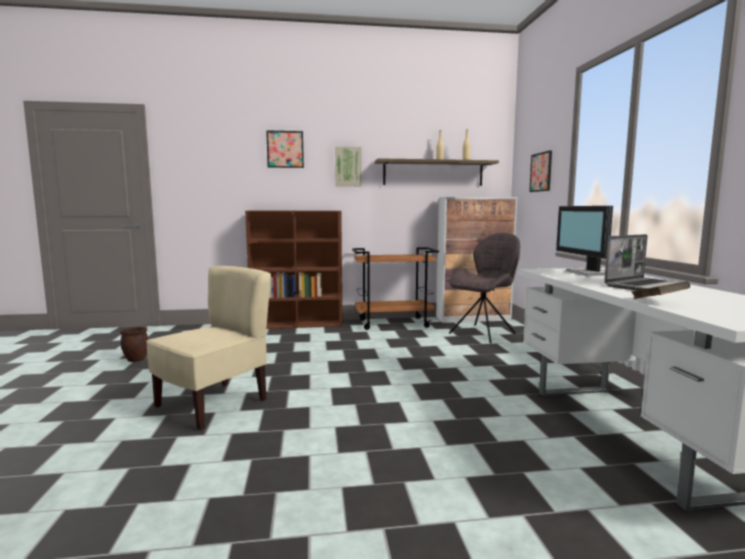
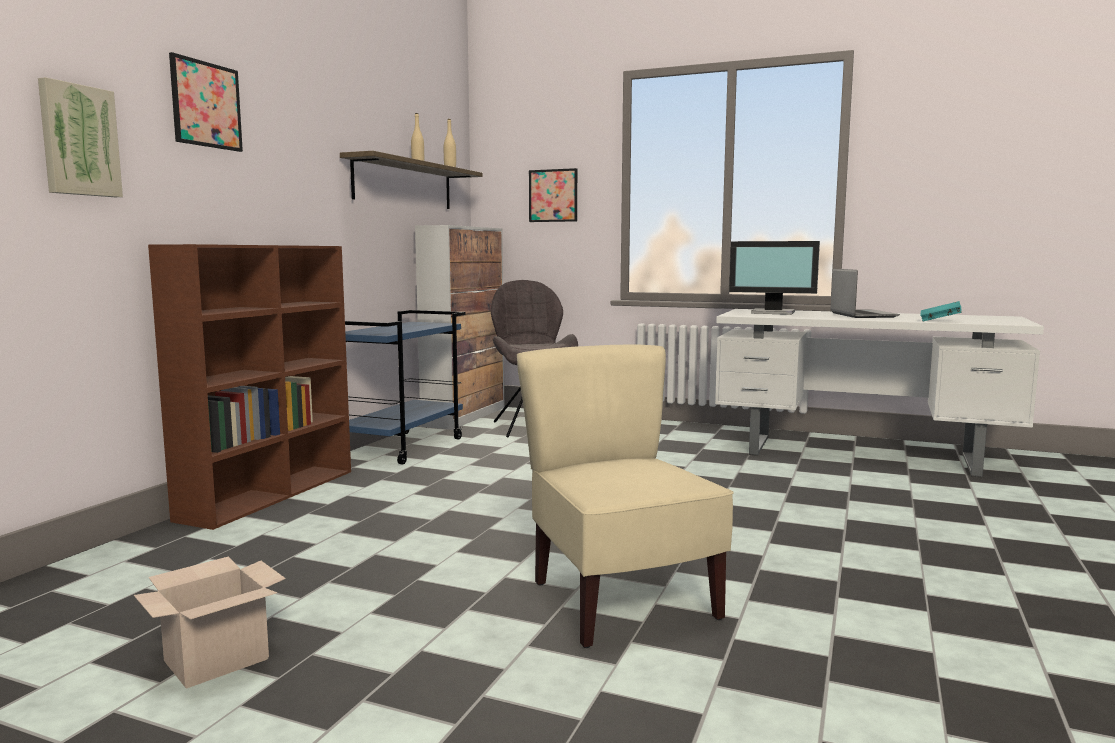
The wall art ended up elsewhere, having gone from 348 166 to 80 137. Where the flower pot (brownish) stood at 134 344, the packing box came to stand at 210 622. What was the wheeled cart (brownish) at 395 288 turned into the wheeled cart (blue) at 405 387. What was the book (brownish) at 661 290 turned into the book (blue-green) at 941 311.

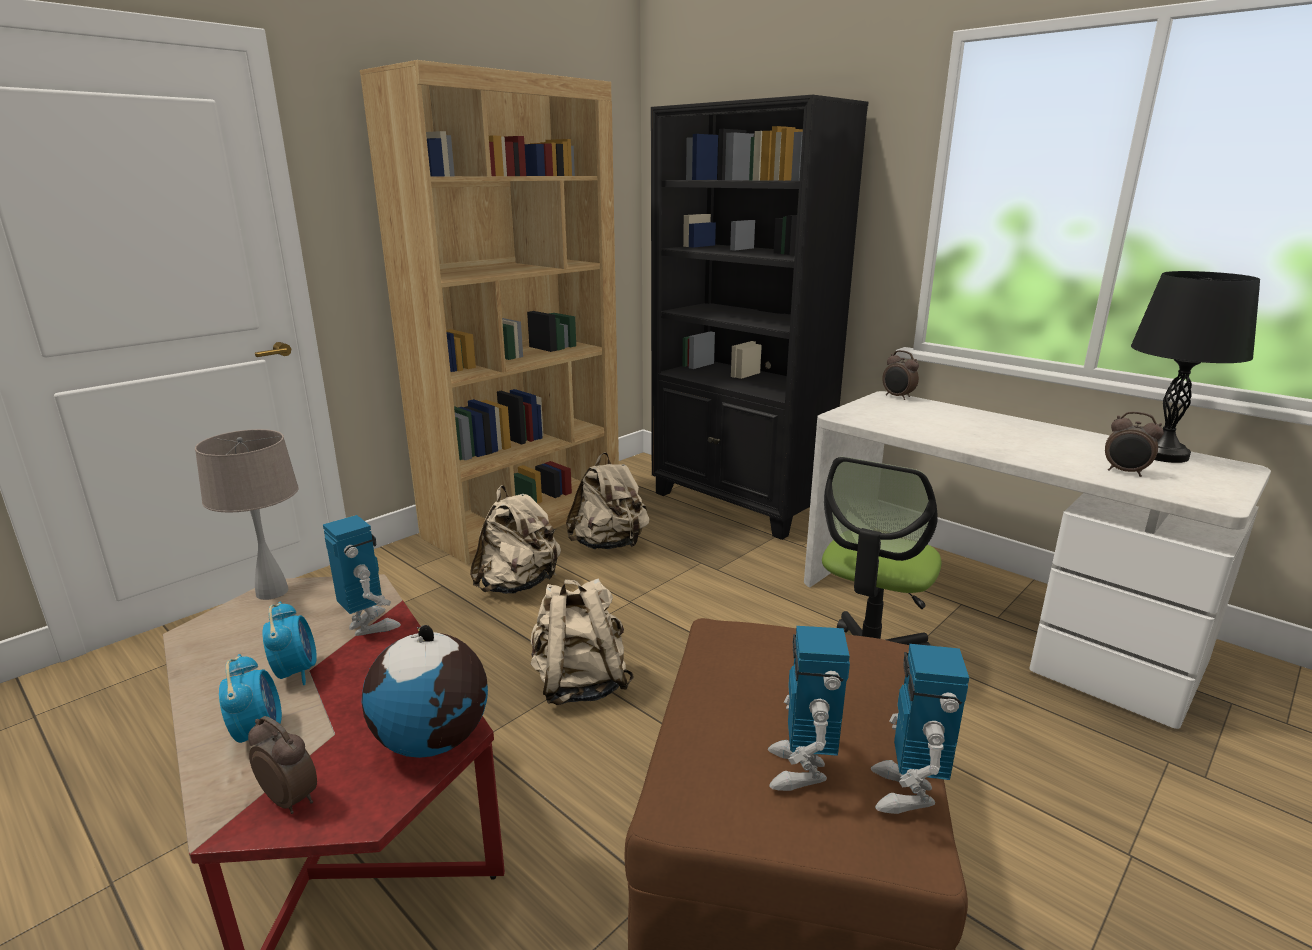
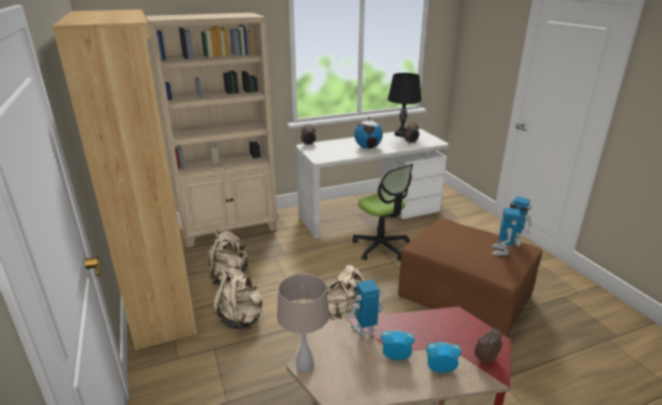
What was the bookshelf (blackish) at 759 317 turned into the bookshelf (beige) at 212 130. The desk globe ended up elsewhere, having gone from 425 691 to 368 132. The model robot at 809 708 ended up facing another way, 75 degrees clockwise from before.

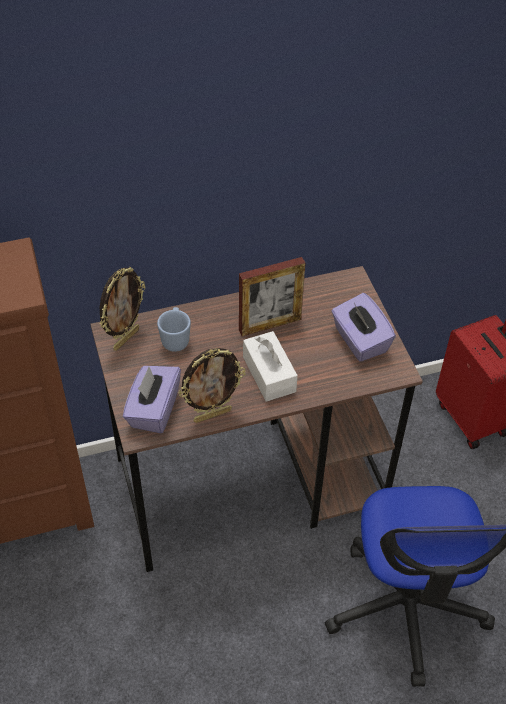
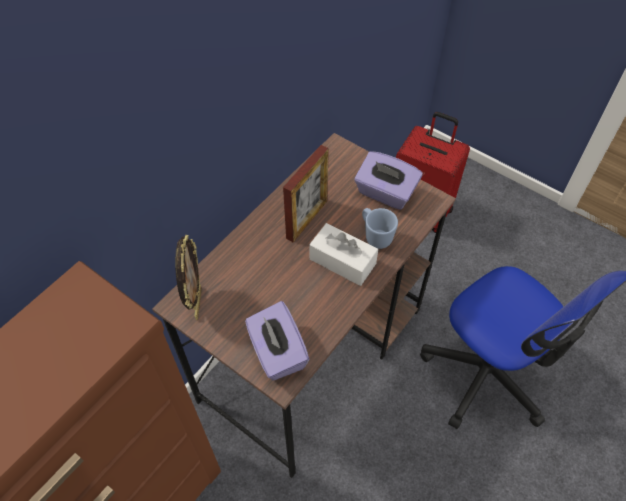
The coffee mug (blue) ended up elsewhere, having gone from 174 329 to 380 228. The second view lost the photo frame at 212 385.

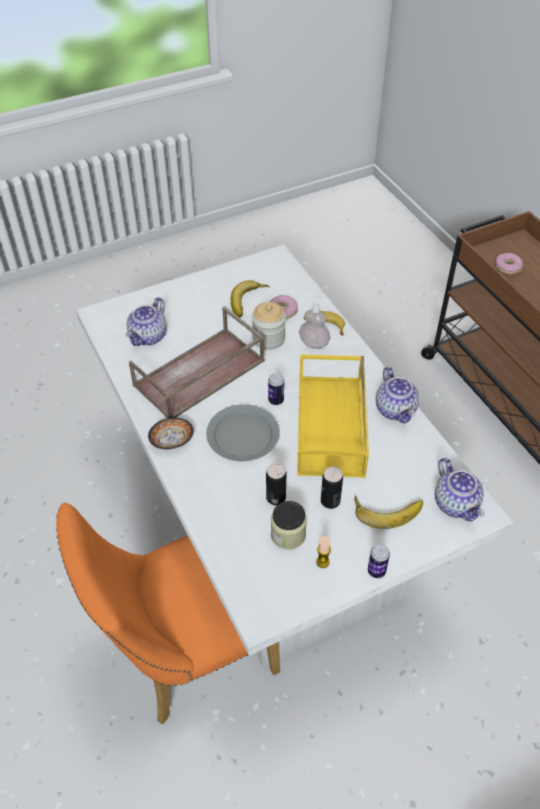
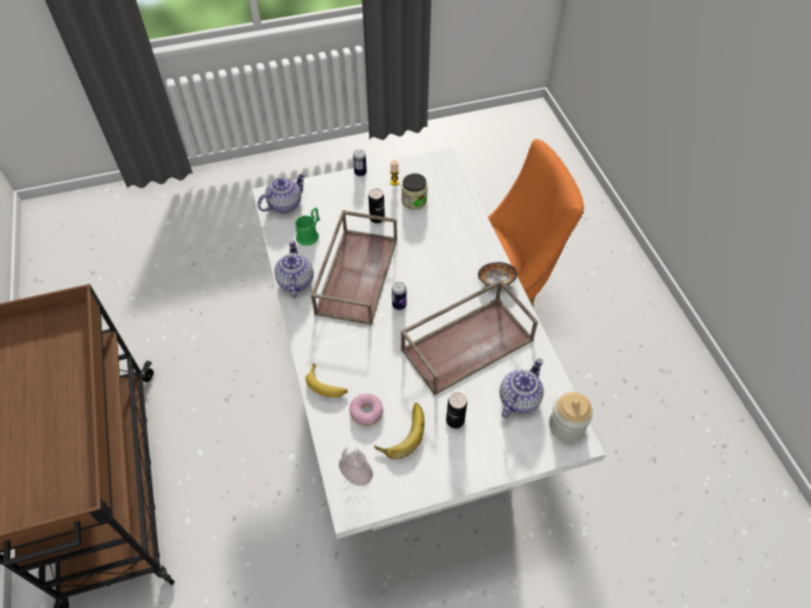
The teapot at 460 490 ended up facing another way, 60 degrees clockwise from before. The second view gained the coffee mug (green) at 307 227. What was the serving tray (yellowish) at 333 416 turned into the serving tray (brownish) at 354 268. The soap bottle ended up elsewhere, having gone from 314 323 to 356 464. The sealed can ended up elsewhere, having gone from 276 484 to 456 410. The jar ended up elsewhere, having gone from 269 326 to 571 417. The second view lost the flat dish (grey) at 243 432. The second view lost the banana fruit at 388 512. The second view lost the ring doughnut at 509 263.

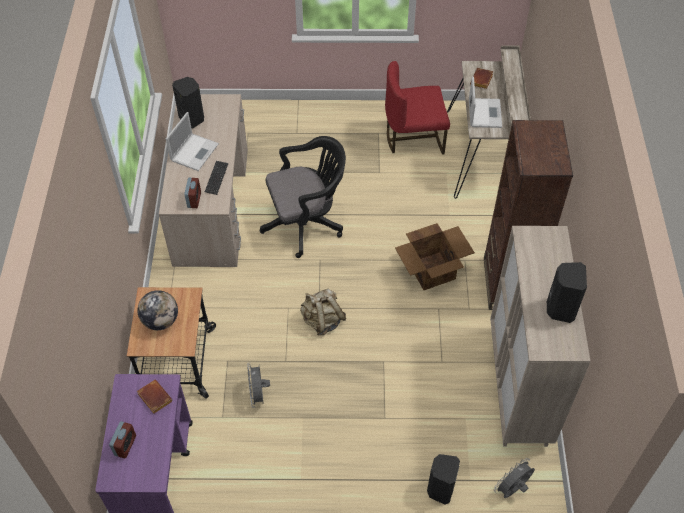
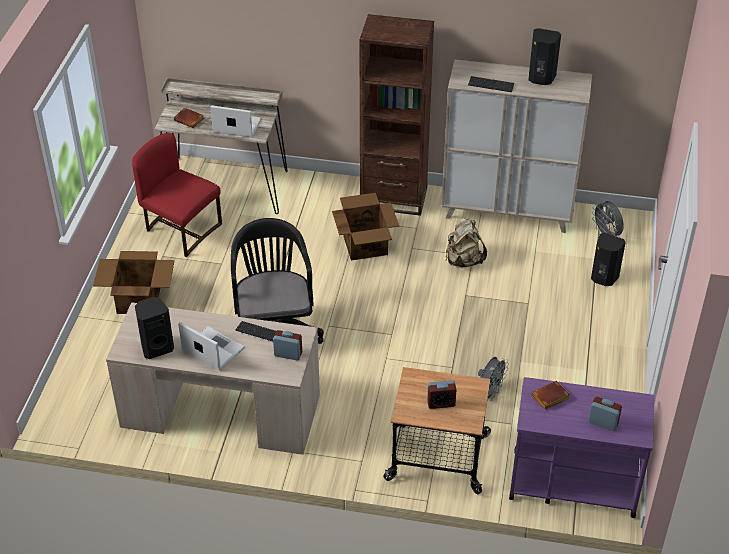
The second view gained the packing box at 134 282. The chair (red-coloured) at 417 108 ended up facing another way, 120 degrees clockwise from before. Where the desk globe stood at 157 310, the alarm clock came to stand at 441 394. The backpack (beige) ended up elsewhere, having gone from 323 312 to 466 242. The second view gained the computer keyboard at 491 84. The electric fan (grey) at 258 386 ended up facing another way, 60 degrees counterclockwise from before.

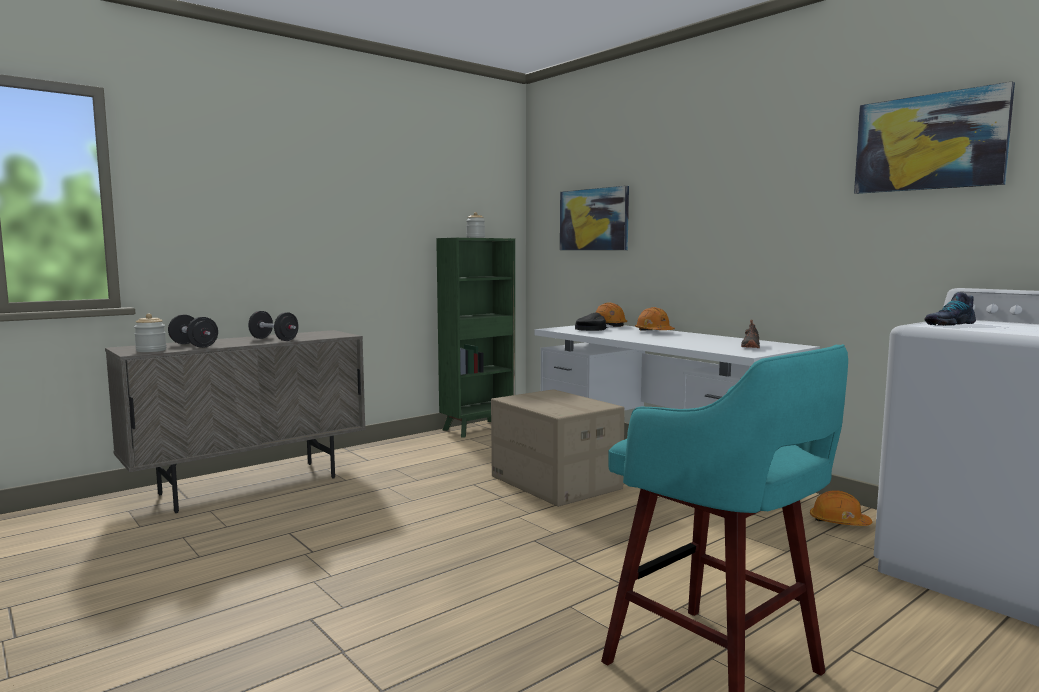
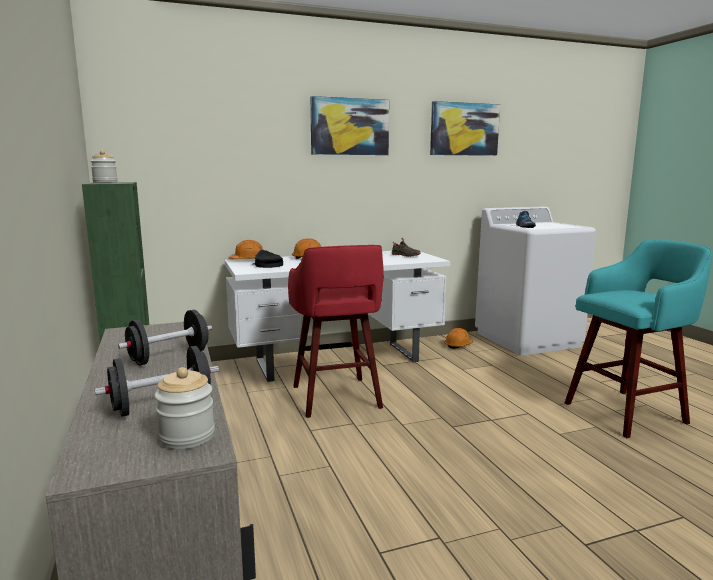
Where the packing box stood at 558 448, the stool (red-coloured) came to stand at 336 331. The wall art ended up elsewhere, having gone from 594 218 to 349 125.

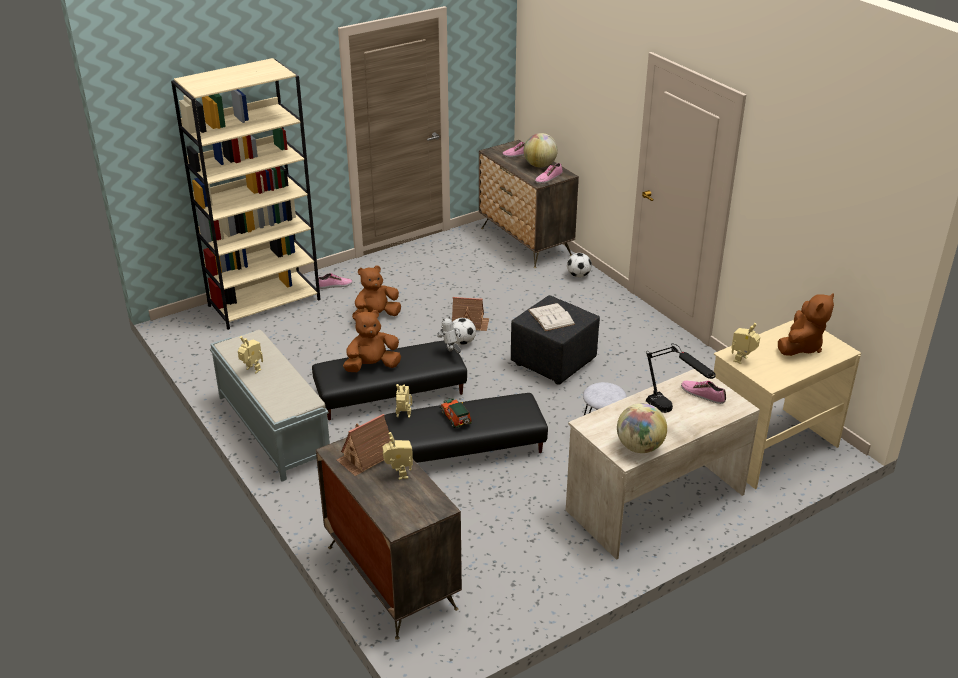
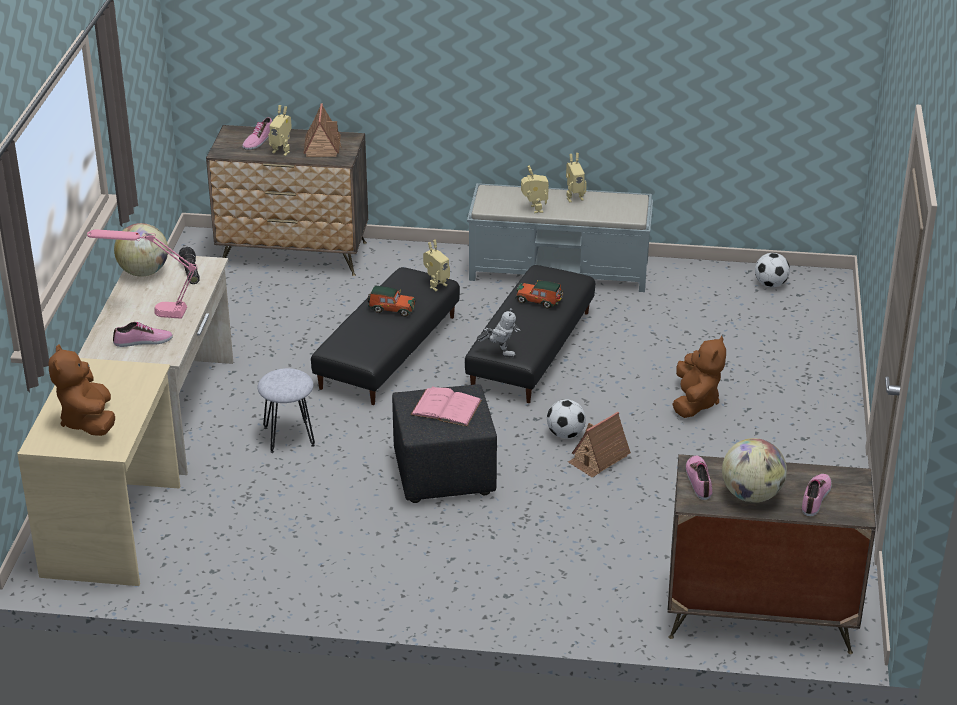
What was the lamp for a table (blackish) at 681 378 turned into the lamp for a table (pink-coloured) at 142 274. The second view gained the torch at 189 265. The item of footwear ended up elsewhere, having gone from 335 281 to 257 133. What was the book (whitish) at 551 317 turned into the book (pink-coloured) at 446 406. Where the cuddly toy (brownish) stood at 372 341, the miniature car came to stand at 539 294. The model robot ended up elsewhere, having gone from 746 343 to 535 189. The ball for football ended up elsewhere, having gone from 579 265 to 772 270. The second view lost the bookshelf (beige) at 246 194.

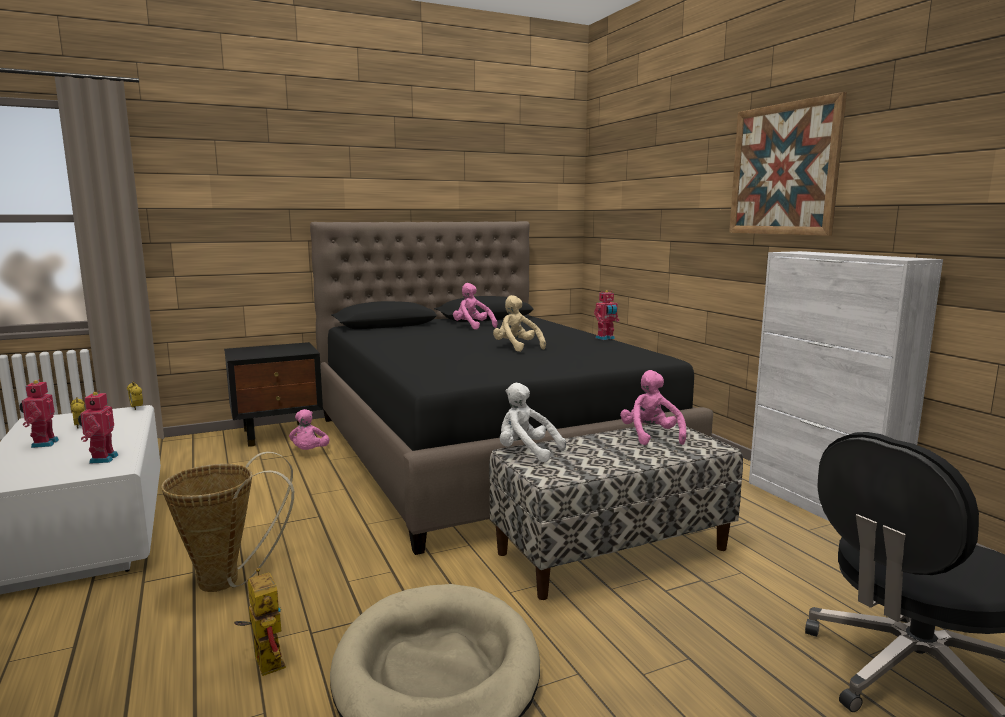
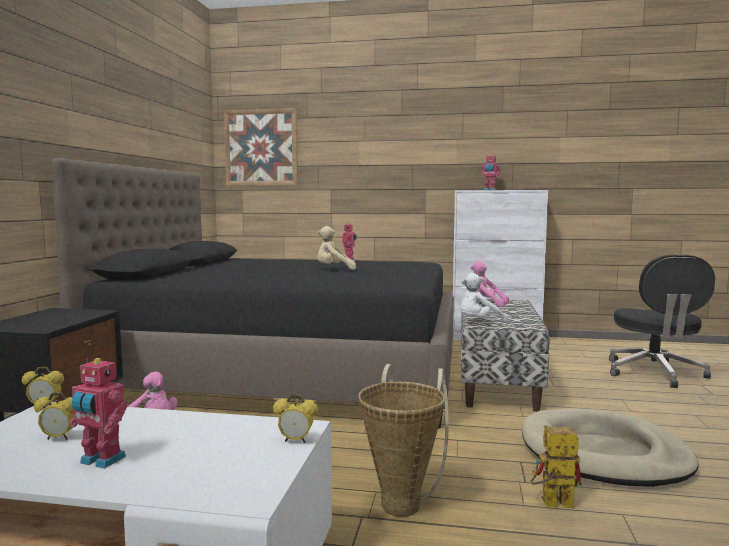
The wall art ended up elsewhere, having gone from 788 164 to 261 147. The second view gained the alarm clock at 295 418. The model robot ended up elsewhere, having gone from 98 427 to 490 172. The second view lost the cuddly toy (pink-coloured) at 475 306.

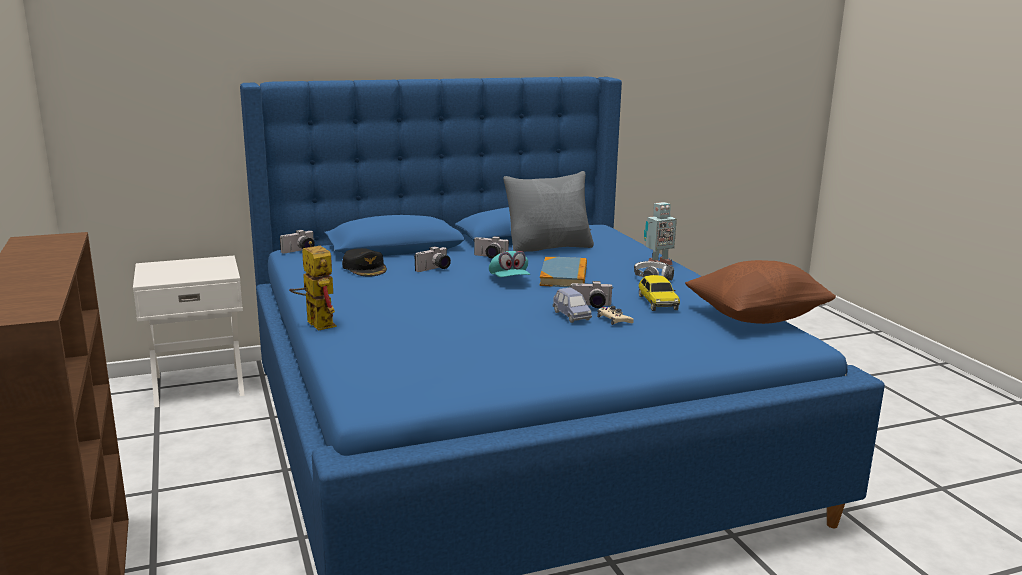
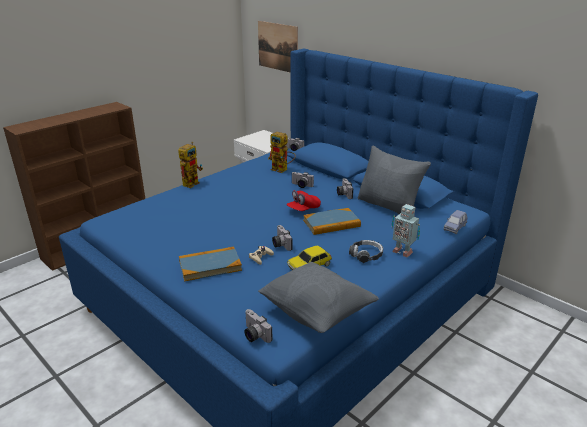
The second view gained the book at 210 264. The second view gained the photo camera at 258 326. The second view gained the wall art at 278 46. What was the pillow (brownish) at 760 292 turned into the pillow (grey) at 318 297. Where the baseball cap (blackish) stood at 364 262, the model robot came to stand at 282 152. What was the baseball cap (blue-green) at 509 264 turned into the baseball cap (red-coloured) at 303 200. The miniature car (blue) ended up elsewhere, having gone from 572 305 to 455 222.

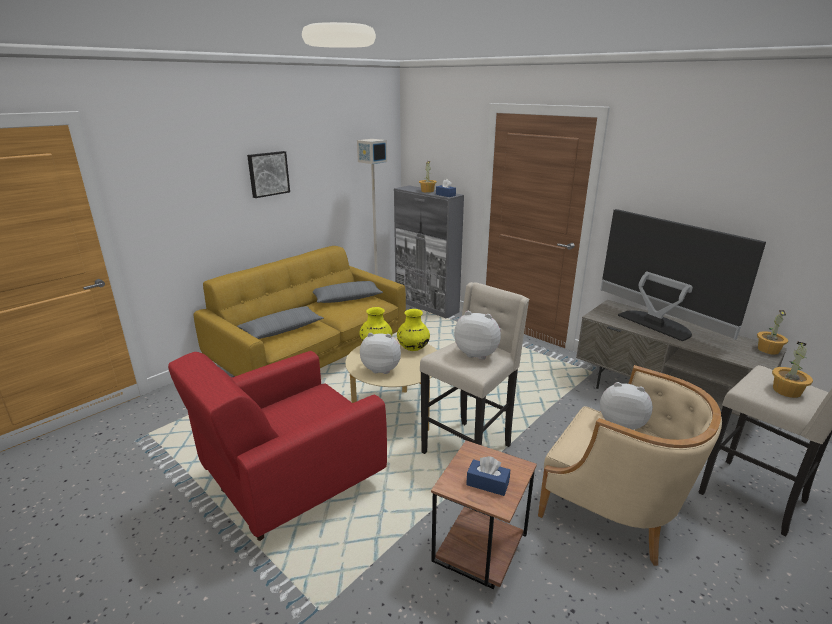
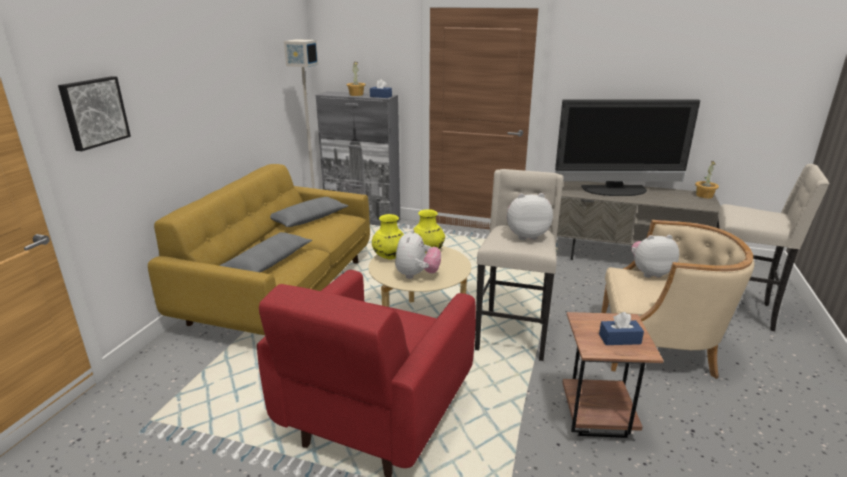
The wall art ended up elsewhere, having gone from 268 174 to 94 113. The cuddly toy at 380 353 ended up facing another way, 120 degrees clockwise from before. The television at 683 275 ended up facing another way, 150 degrees clockwise from before. The second view lost the plant in a pot at 792 370.

